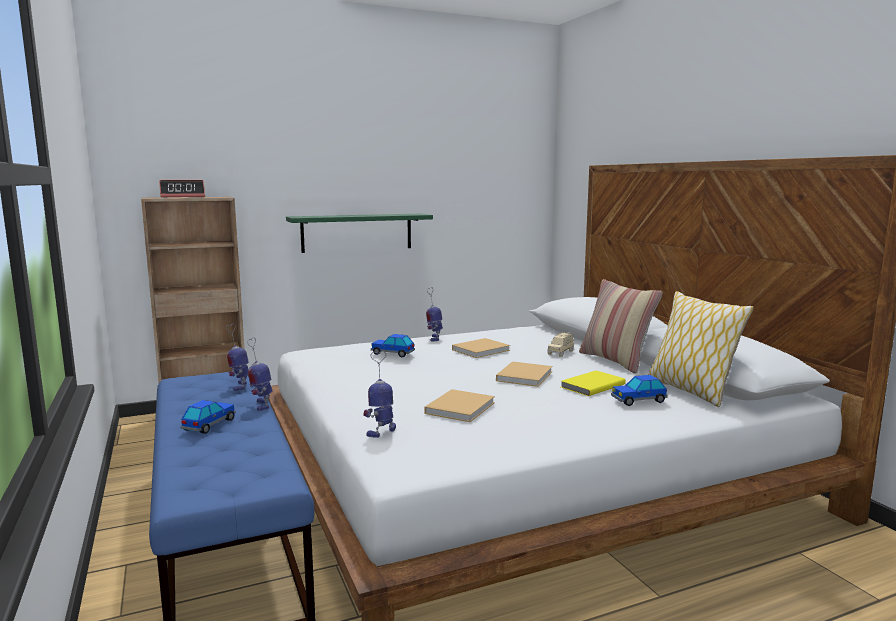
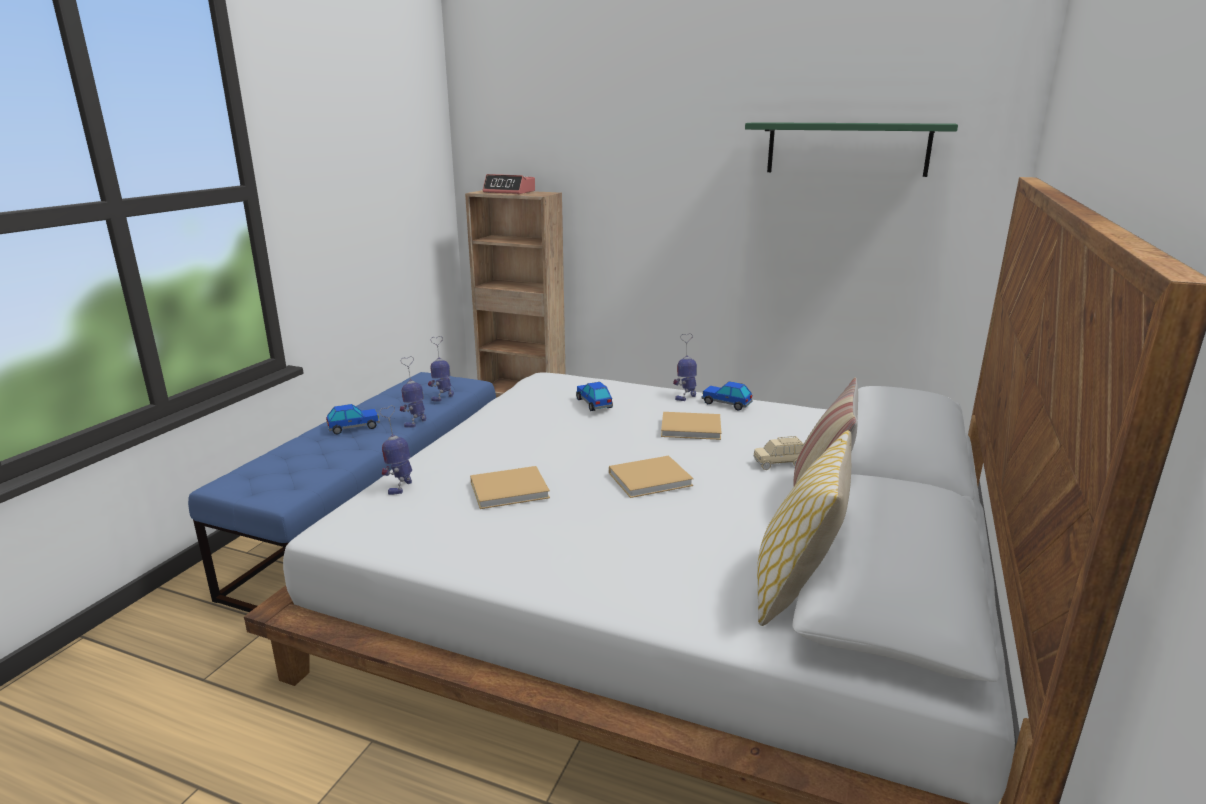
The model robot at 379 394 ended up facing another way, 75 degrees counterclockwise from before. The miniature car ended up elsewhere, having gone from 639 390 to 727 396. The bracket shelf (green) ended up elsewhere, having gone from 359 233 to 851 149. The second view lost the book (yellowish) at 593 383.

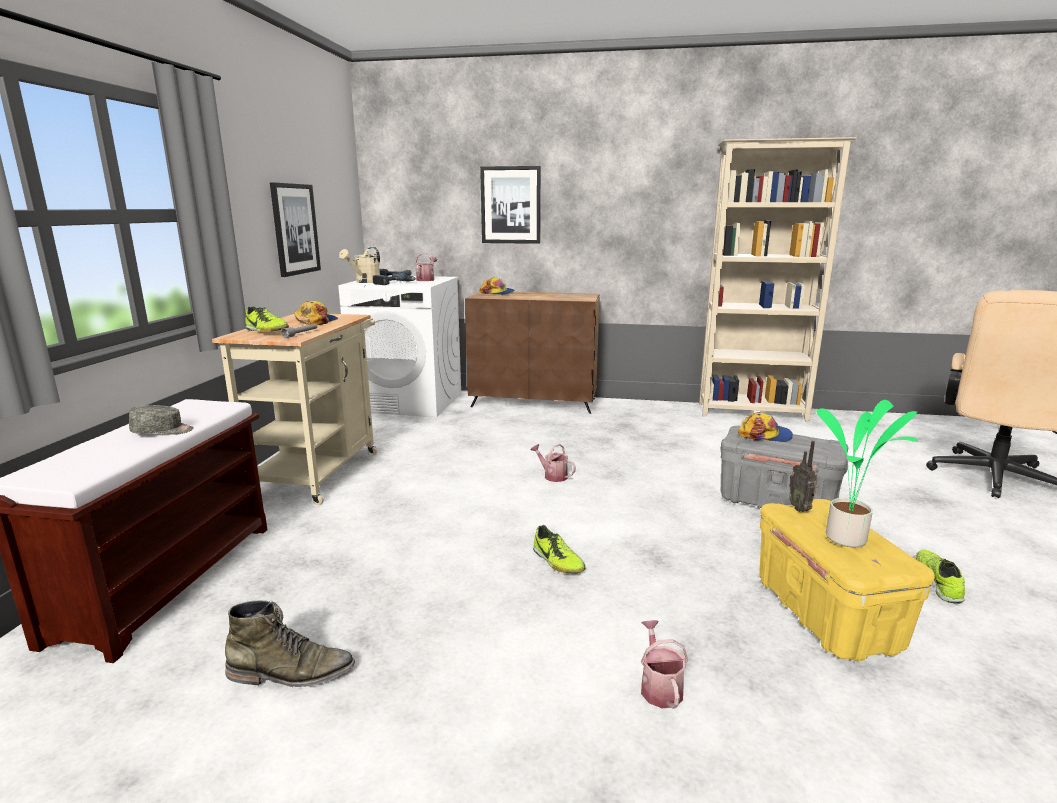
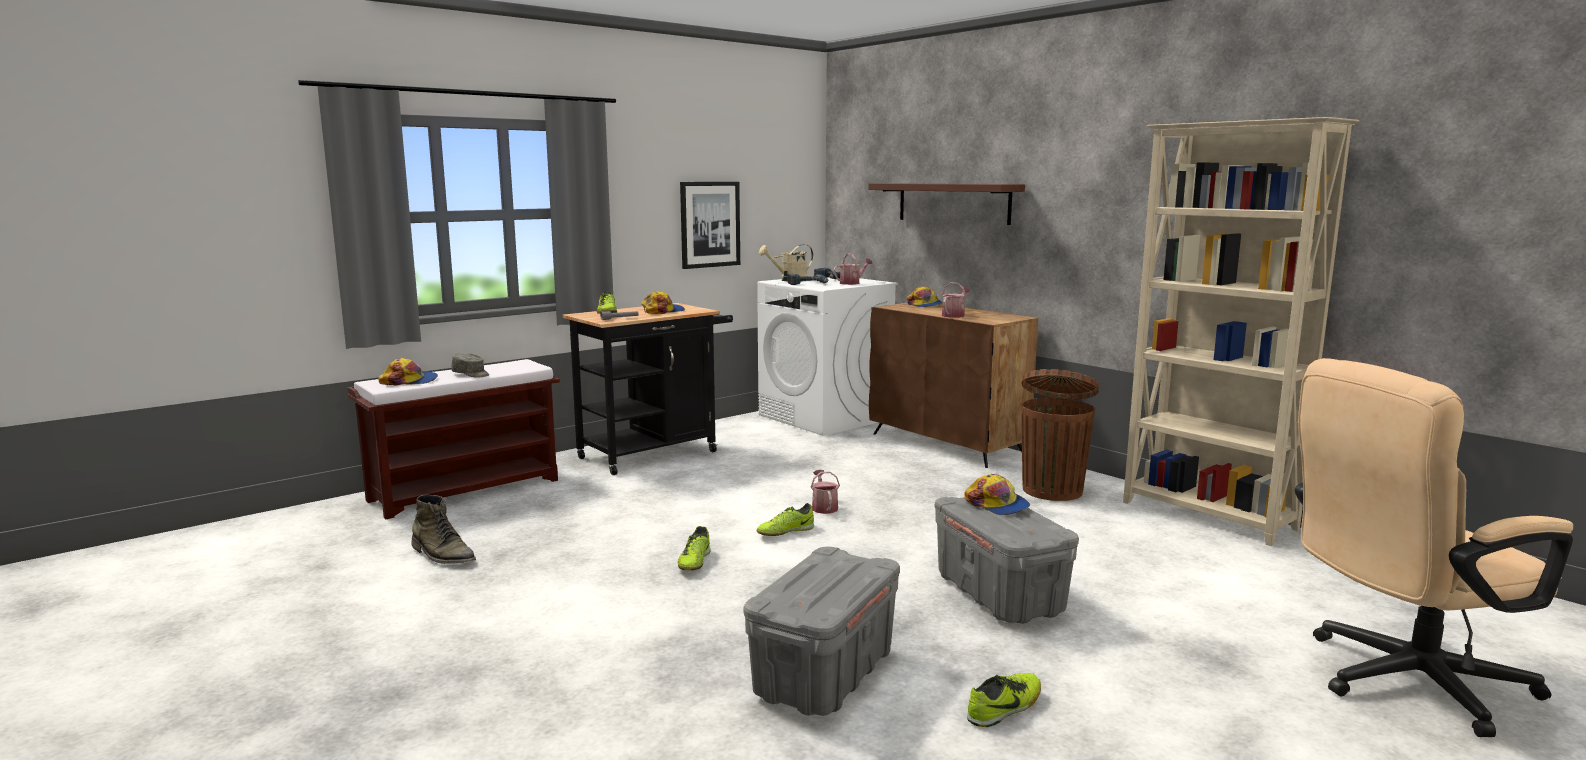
The second view gained the baseball cap at 408 371. What was the wheeled cart (beige) at 294 409 turned into the wheeled cart (blackish) at 648 389. What was the storage bin (yellowish) at 847 580 turned into the storage bin (grey) at 821 631. The second view gained the item of footwear at 785 519. Where the wall art hung at 510 205, the bracket shelf came to hang at 946 204. The watering pot ended up elsewhere, having gone from 664 664 to 956 300. The second view gained the trash can (brownish) at 1060 435. The second view lost the radio receiver at 804 476. The second view lost the plant in a pot at 867 473.

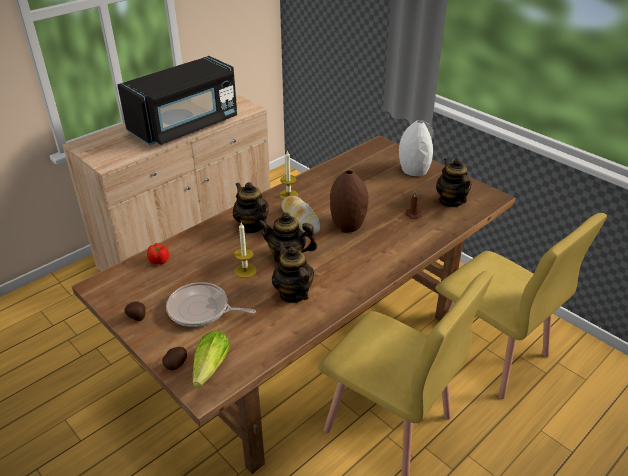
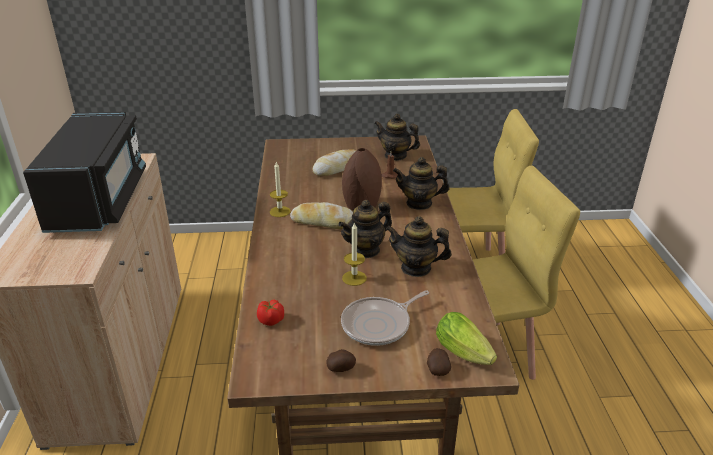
The second view gained the bakery bread at 334 162. The teapot ended up elsewhere, having gone from 251 207 to 421 183. The second view lost the vase (whitish) at 416 148.

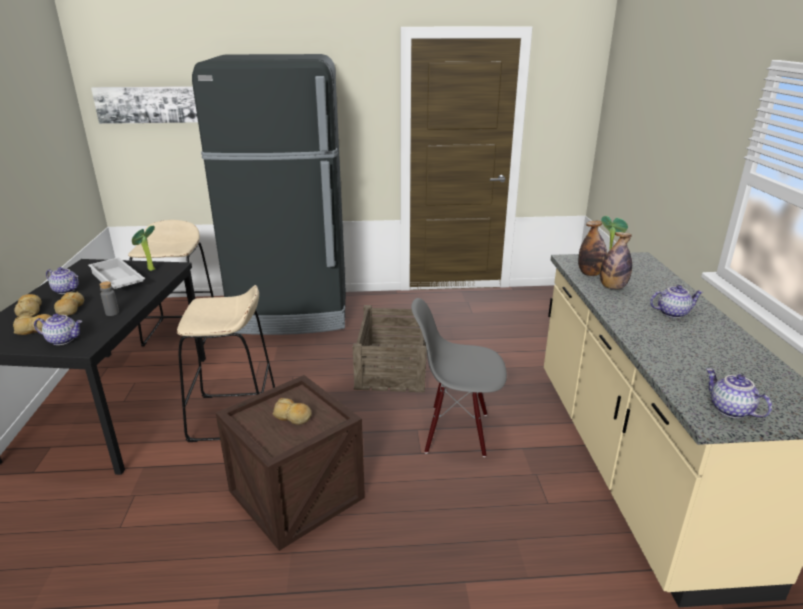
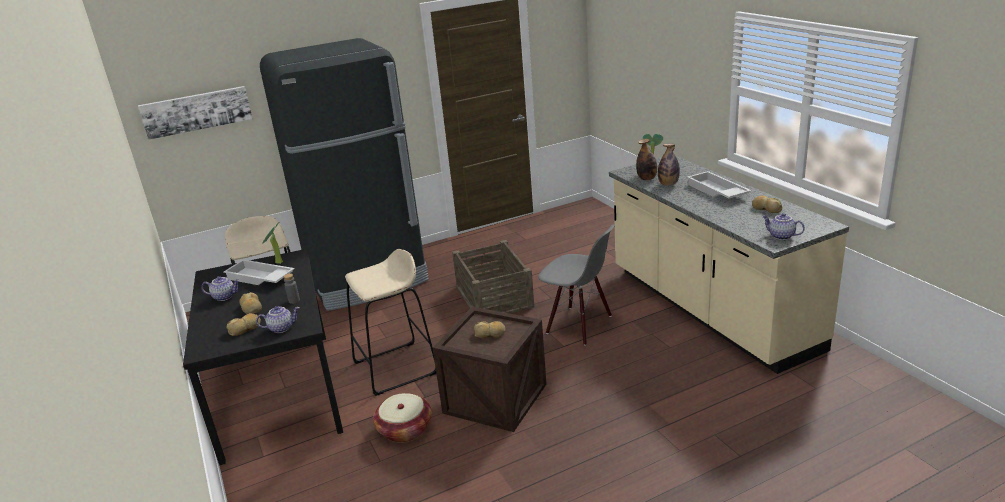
The second view gained the basket at 402 418. The chair (grey) at 459 377 ended up facing another way, 135 degrees counterclockwise from before. Where the teapot stood at 676 301, the serving tray (whitish) came to stand at 719 185. The bakery bread ended up elsewhere, having gone from 28 305 to 767 204.

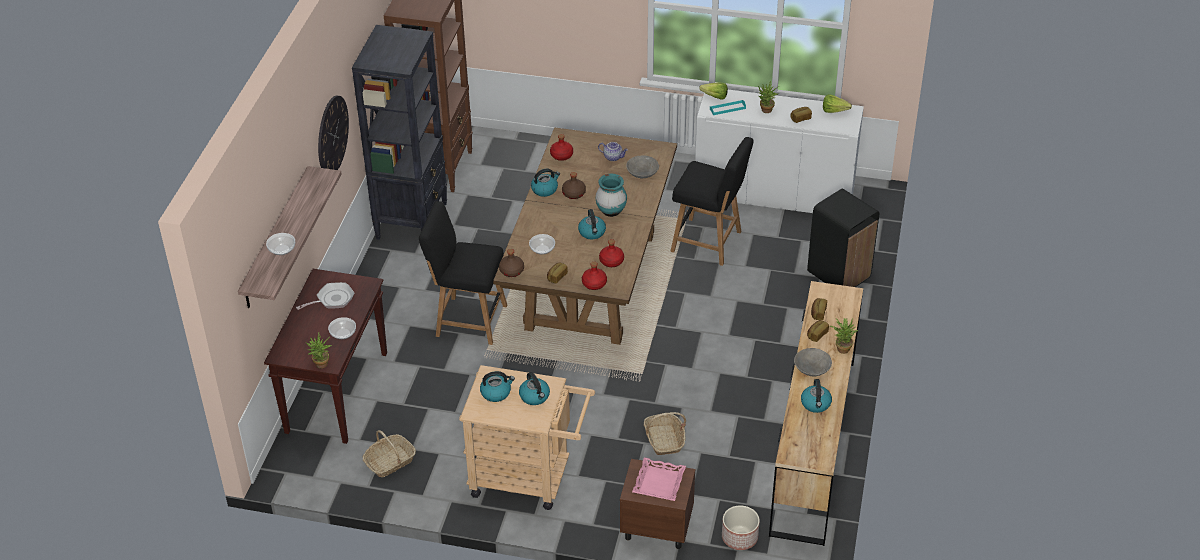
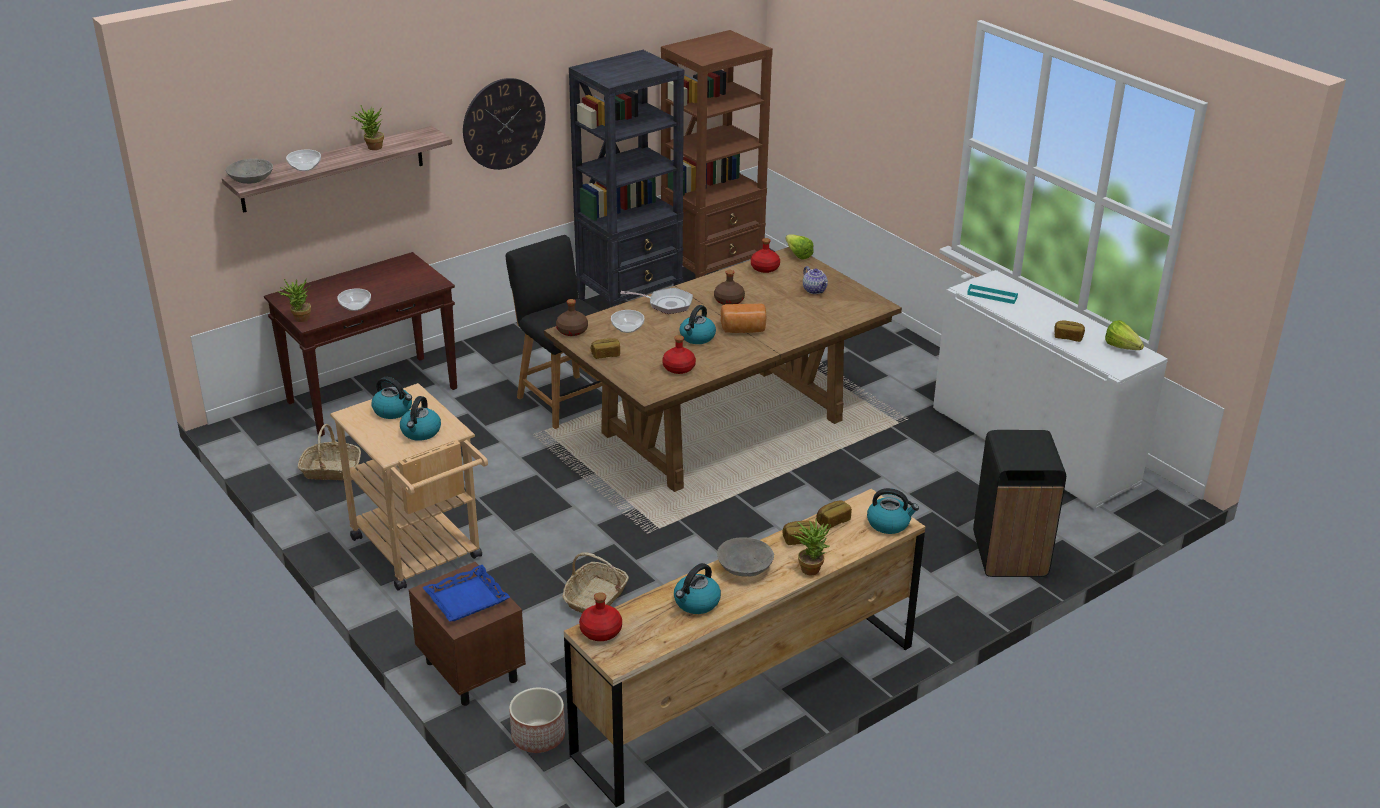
The serving bowl (grey) ended up elsewhere, having gone from 642 166 to 249 171. The plant in a pot ended up elsewhere, having gone from 768 97 to 368 127. What was the serving tray (pink-coloured) at 659 479 turned into the serving tray (blue) at 466 593. The drink bottle (red-coloured) ended up elsewhere, having gone from 594 276 to 600 617. The skillet ended up elsewhere, having gone from 325 296 to 656 301. Where the vase (blue-green) stood at 611 195, the bakery bread came to stand at 743 318. The lettuce ended up elsewhere, having gone from 713 91 to 800 246. The kettle ended up elsewhere, having gone from 545 183 to 893 511. The second view lost the chair (blackish) at 712 201.

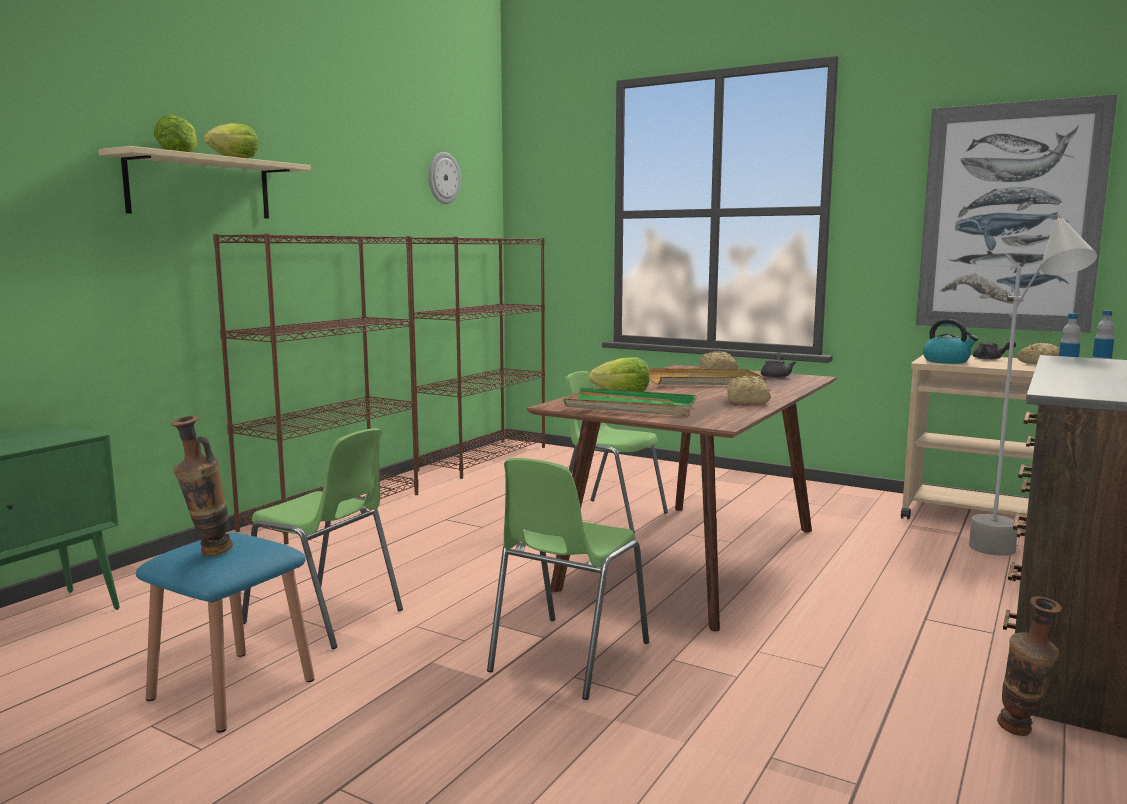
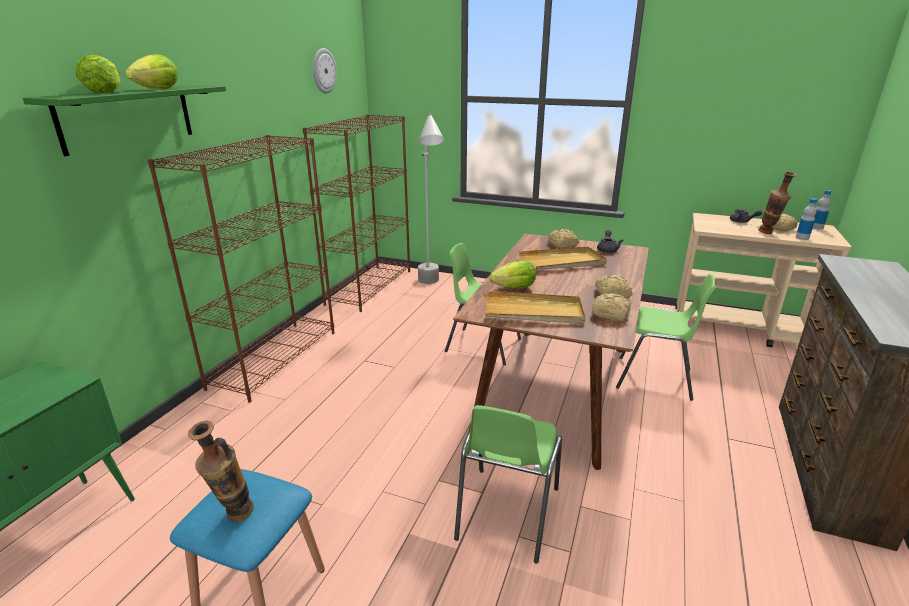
What was the bracket shelf (beige) at 204 182 turned into the bracket shelf (green) at 124 120. The floor lamp (grey) ended up elsewhere, having gone from 1033 385 to 431 198. What was the serving tray (green) at 630 401 turned into the serving tray (beige) at 535 307. The second view gained the bakery bread at 611 307. The chair (green) ended up elsewhere, having gone from 322 538 to 666 337. The vase ended up elsewhere, having gone from 1029 666 to 777 203. The second view lost the wall art at 1016 213. The second view lost the kettle at 950 341.

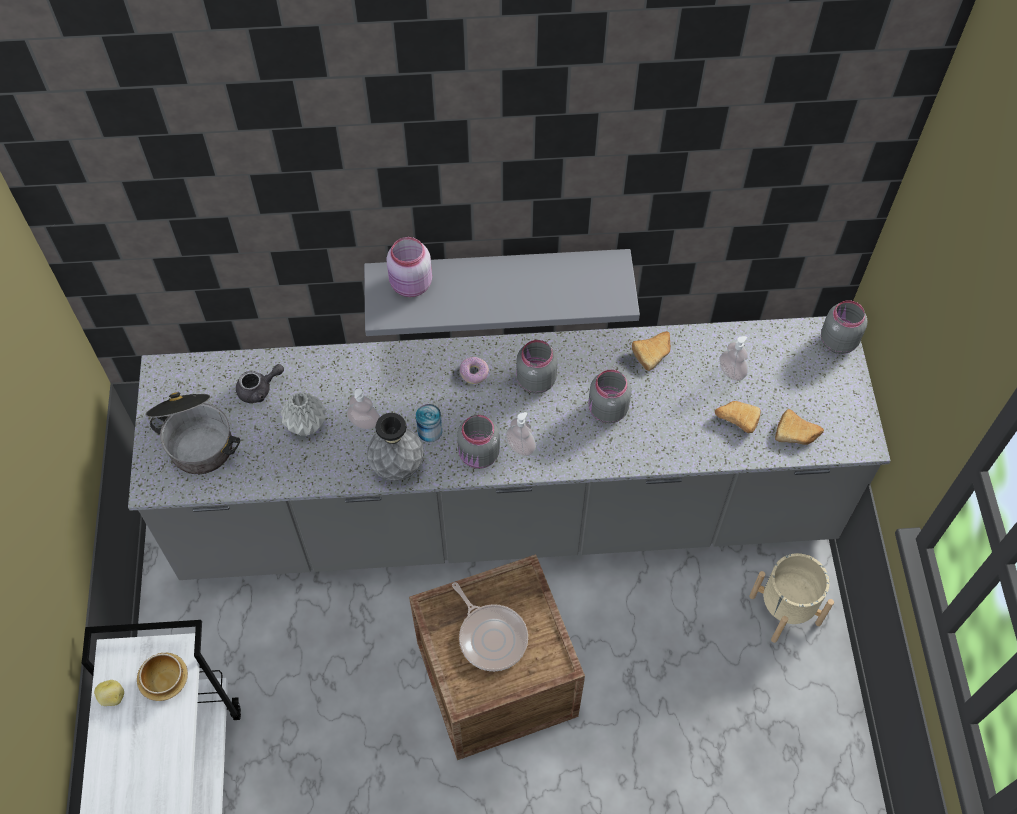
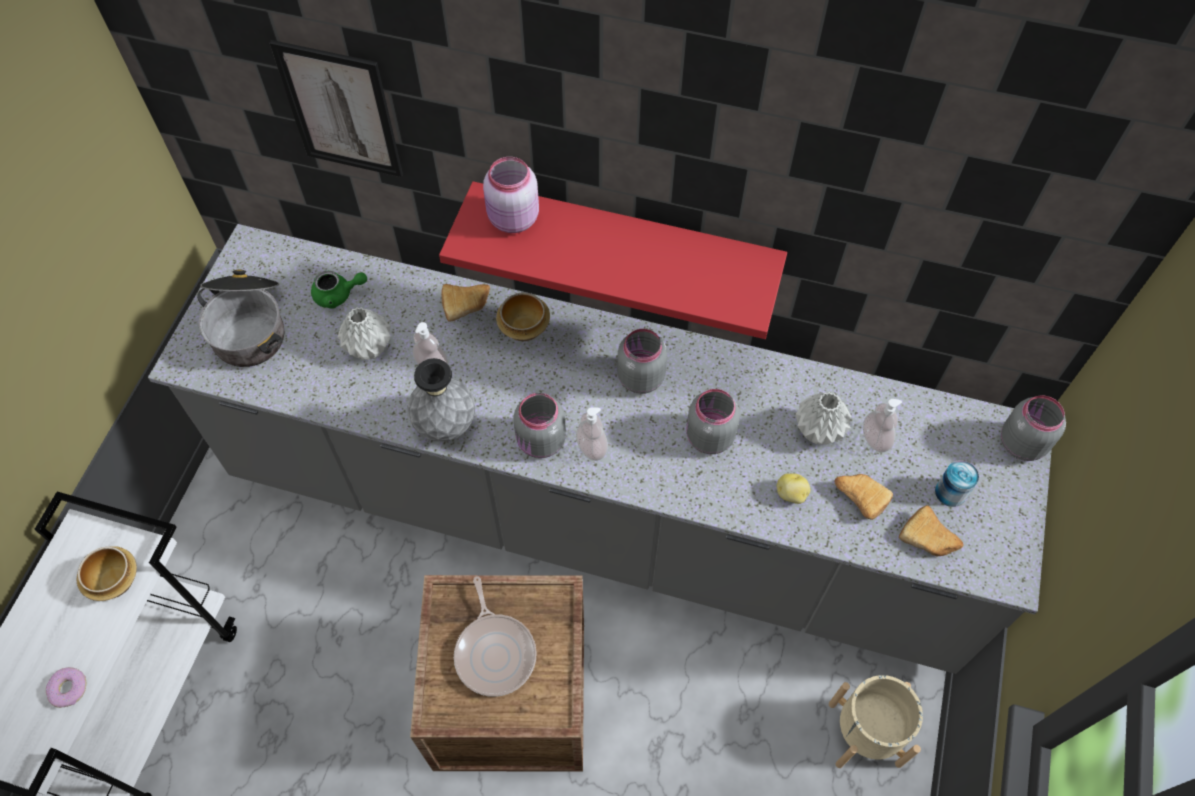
The ring doughnut ended up elsewhere, having gone from 474 370 to 66 687. The second view gained the wall art at 336 108. What was the teapot (grey) at 260 383 turned into the teapot (green) at 339 290. What was the bracket shelf (grey) at 502 292 turned into the bracket shelf (red-coloured) at 613 260. The bakery bread ended up elsewhere, having gone from 651 351 to 465 302. The second view gained the serving bowl at 523 317. The spud ended up elsewhere, having gone from 109 693 to 793 488. The second view gained the vase (grey) at 823 418. The sealed can ended up elsewhere, having gone from 429 423 to 957 483.

